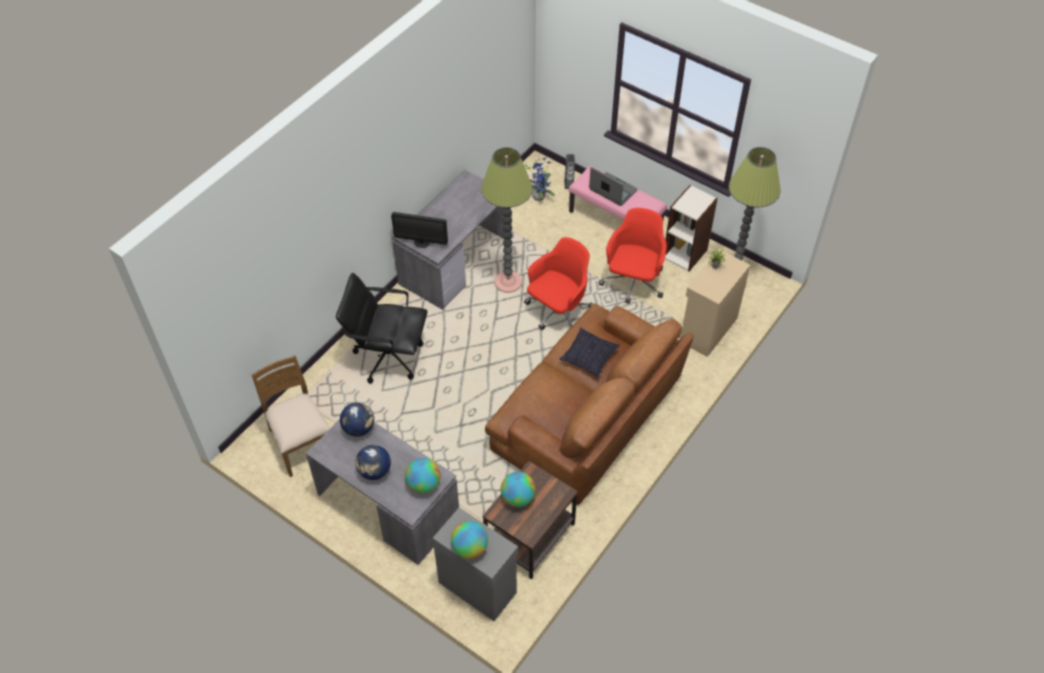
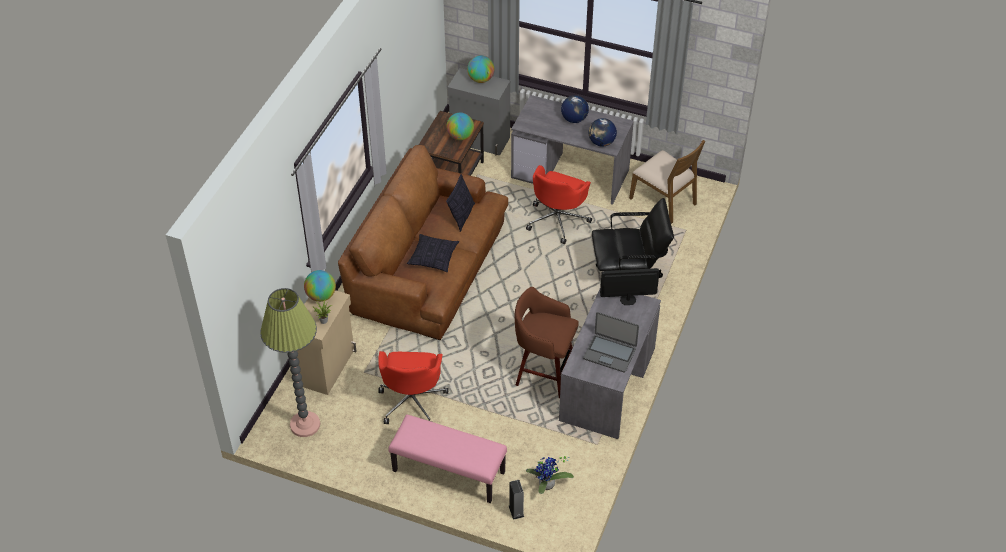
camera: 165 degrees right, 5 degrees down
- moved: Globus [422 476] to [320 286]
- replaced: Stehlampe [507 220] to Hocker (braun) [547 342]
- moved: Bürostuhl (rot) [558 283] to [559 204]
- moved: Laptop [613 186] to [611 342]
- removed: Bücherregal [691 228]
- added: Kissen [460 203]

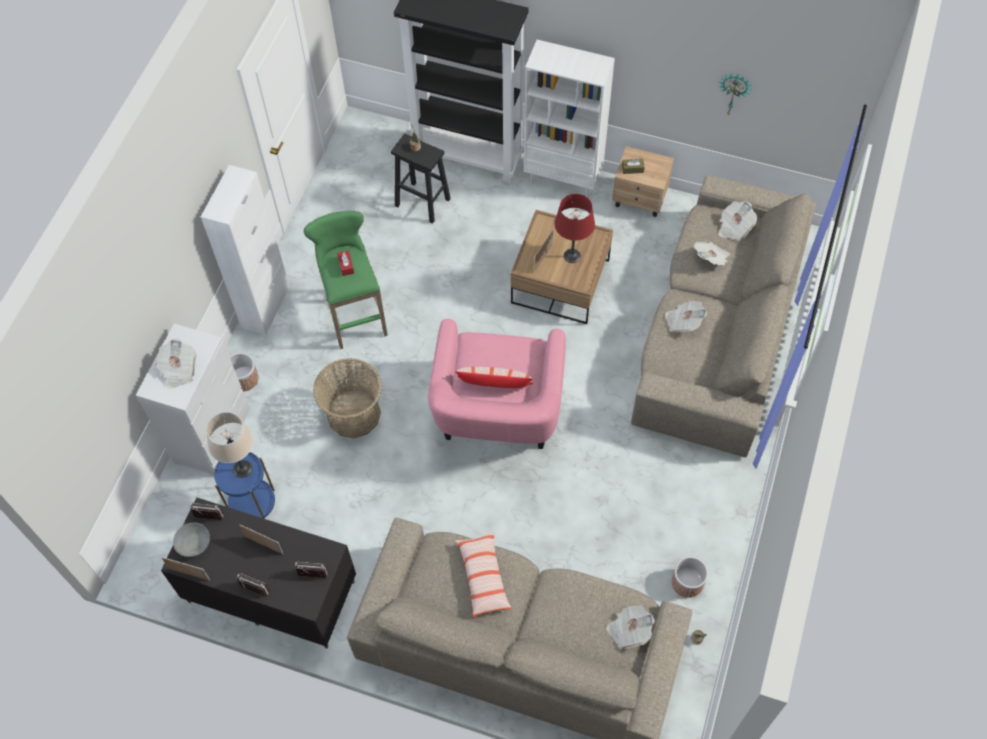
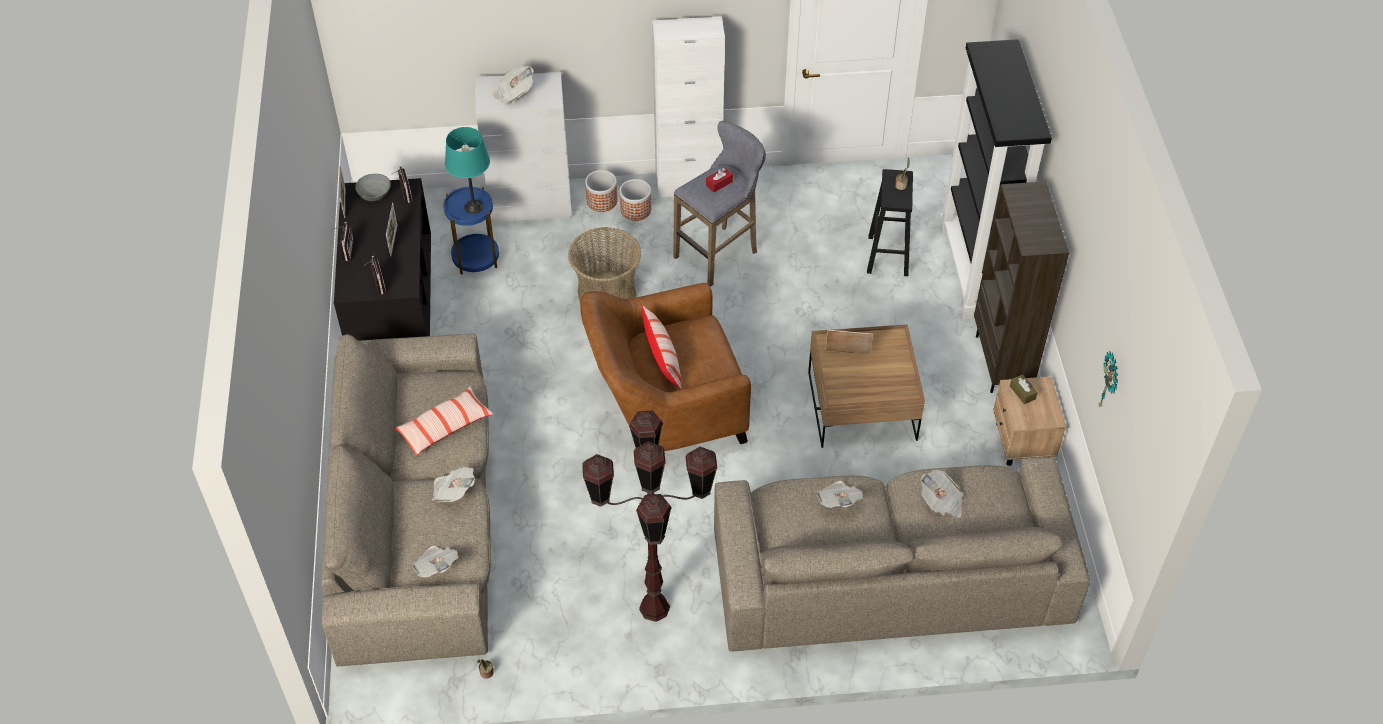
camera: 65 degrees right, 10 degrees down
- recoloured: Tischlampe (beige) [229 445] to Tischlampe (türkis) [467 170]
- recoloured: Hocker (grün) [346 280] to Hocker (grau) [719 204]
- recoloured: Sessel (rosa) [497 384] to Sessel (braun) [665 367]
- recoloured: Bücherregal (weiß) [569 118] to Bücherregal (braun) [1021 287]
- removed: Tischlampe (rot) [574 228]
- moved: Pflanzkübel [690 577] to [635 200]
- moved: Zeitung [737 221] to [453 484]
- added: Stehlampe (braun) [649 516]

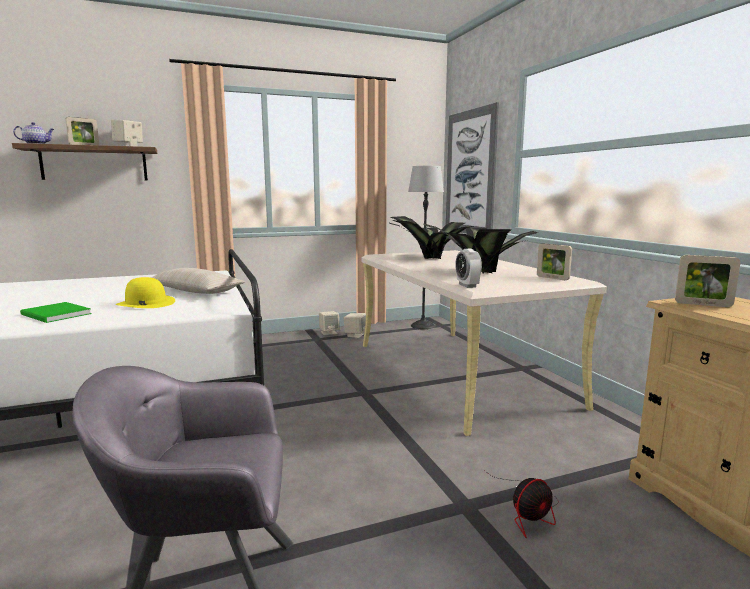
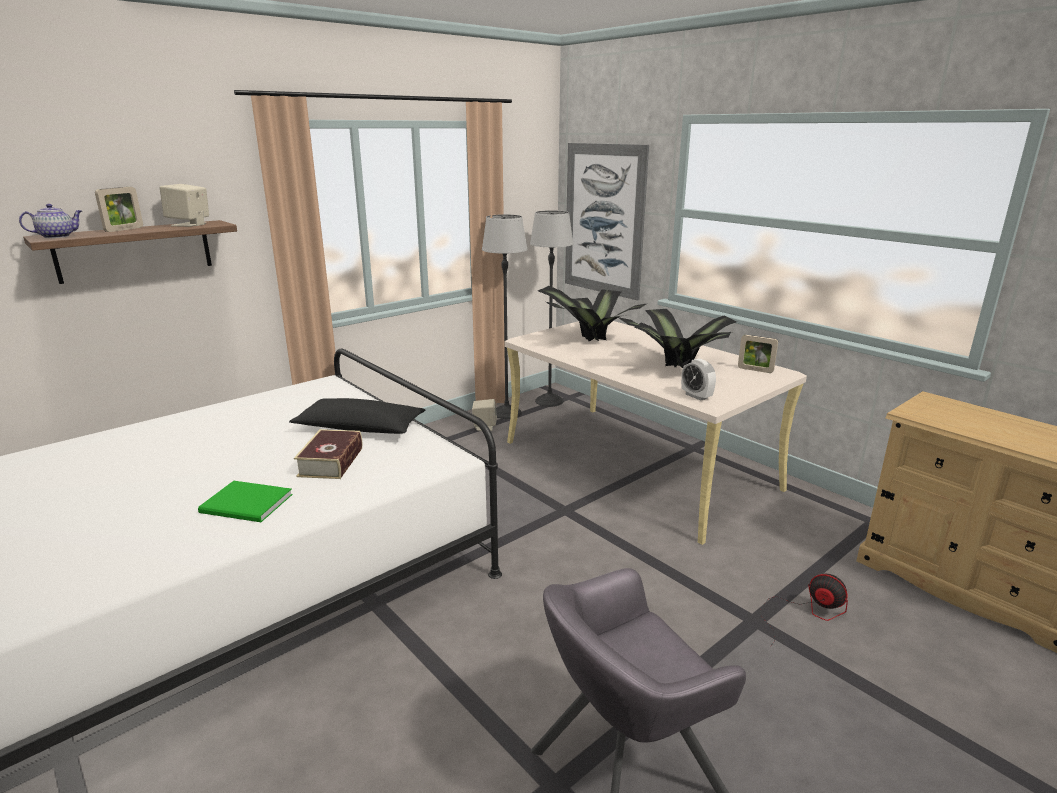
camera: 20 degrees left, 10 degrees up
- replaced: Hut (gelb) [145 292] to Buch [328 454]
- recoloured: Kissen (beige) [197 281] to Kissen (schwarz) [357 416]
- removed: Lautsprecher (beige) [329 323]
- turned: Ventilator [522 504] = [804 610] 90 degrees counterclockwise
- removed: Bilderrahmen [708 281]
- added: Stehlampe [505 316]

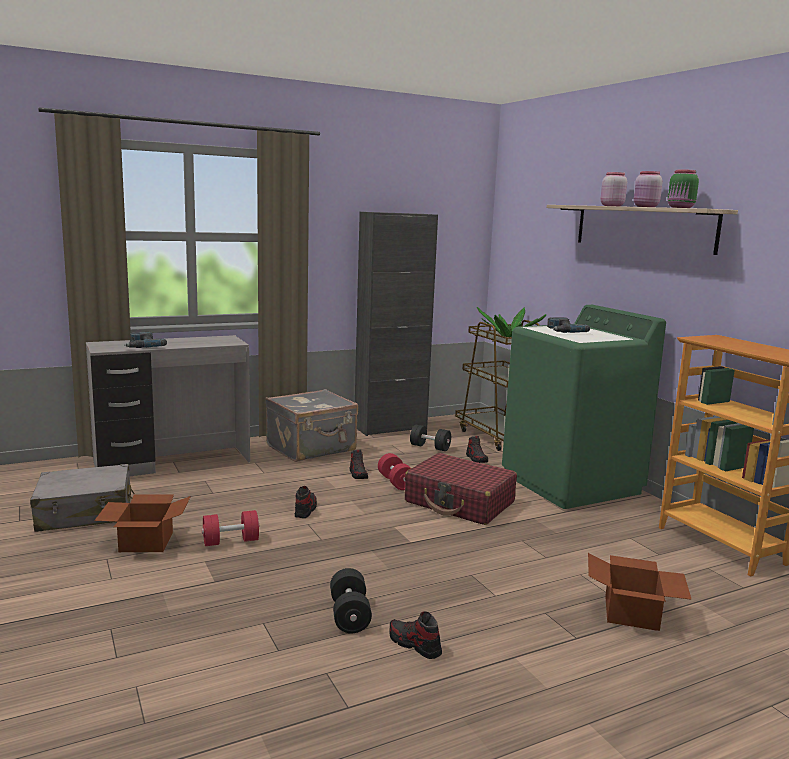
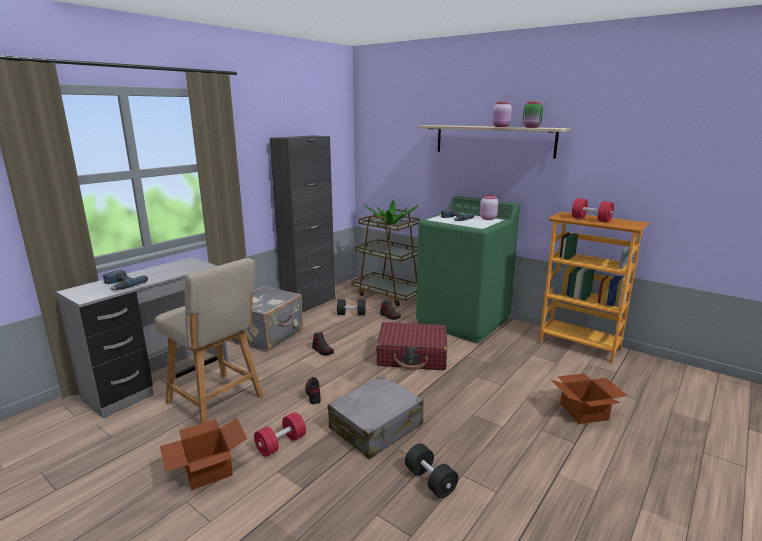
camera: 25 degrees left, 5 degrees up
- moved: Koffer (grau) [82 498] to [376 417]
- moved: Hantel (rot) [394 471] to [593 210]
- removed: Schuh [415 635]
- moved: Vorratsglas (rosa) [613 189] to [489 207]
- added: Stuhl (beige) [209 341]

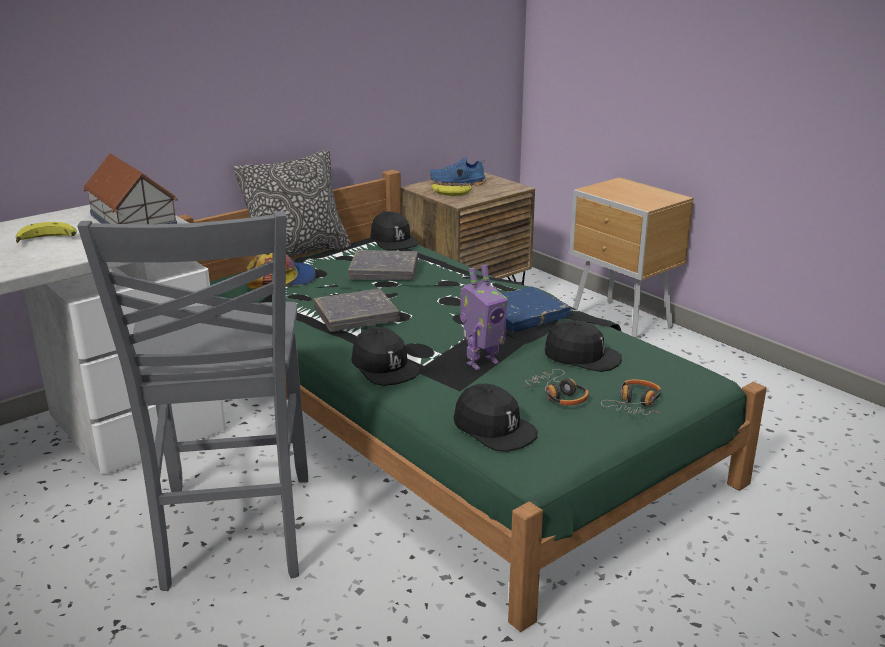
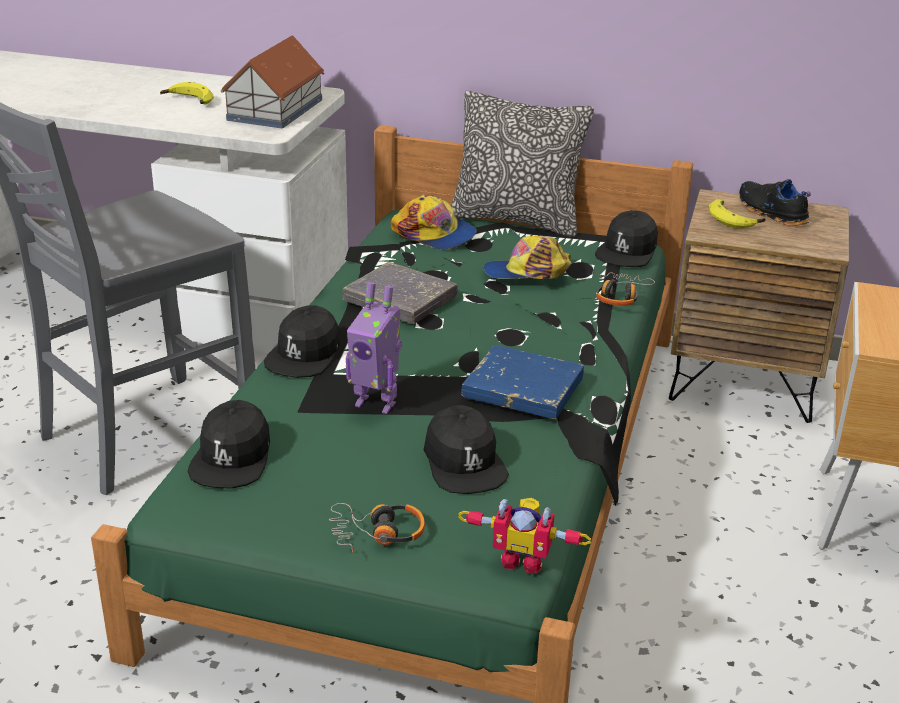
camera: 55 degrees right, 5 degrees up
- replaced: Buch (grau) [383 265] to Kappe [527 257]
- recoloured: Schuh (blau) [457 171] to Schuh (schwarz) [775 202]
- moved: Kopfhörer [556 387] to [625 289]
- added: Spielzeugroboter [524 536]

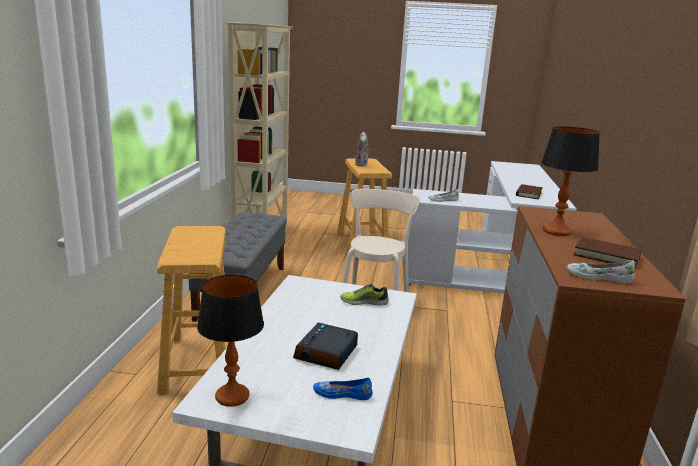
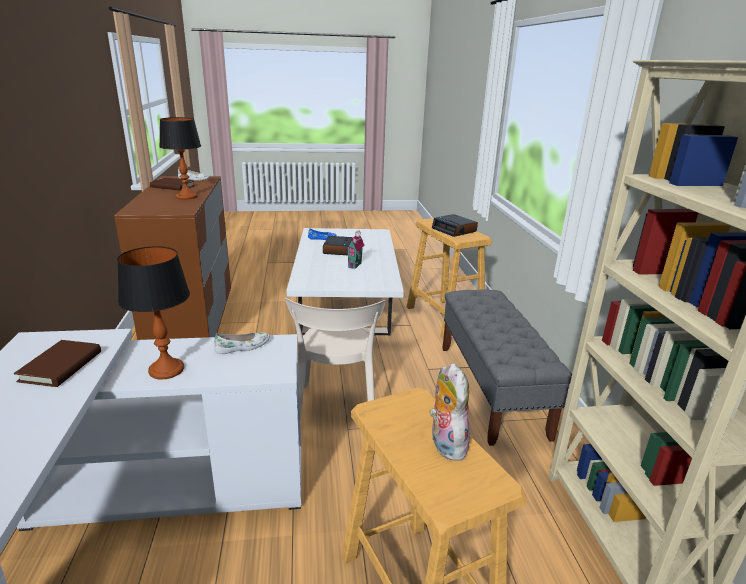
camera: 165 degrees right, 5 degrees up
- moved: Tischlampe [230 341] to [153 312]
- removed: Schuh [364 294]
- added: Spielzeughaus [355 249]
- added: Wecker [455 225]

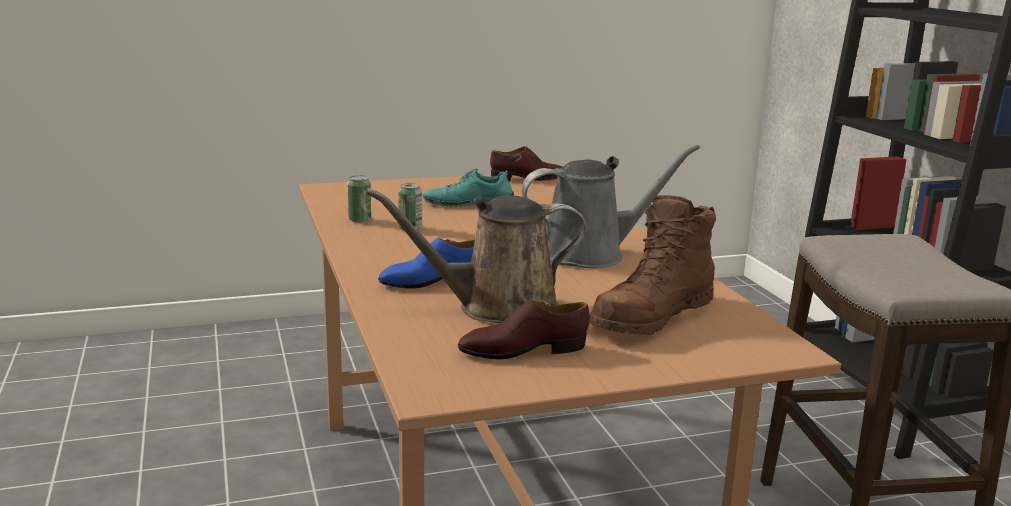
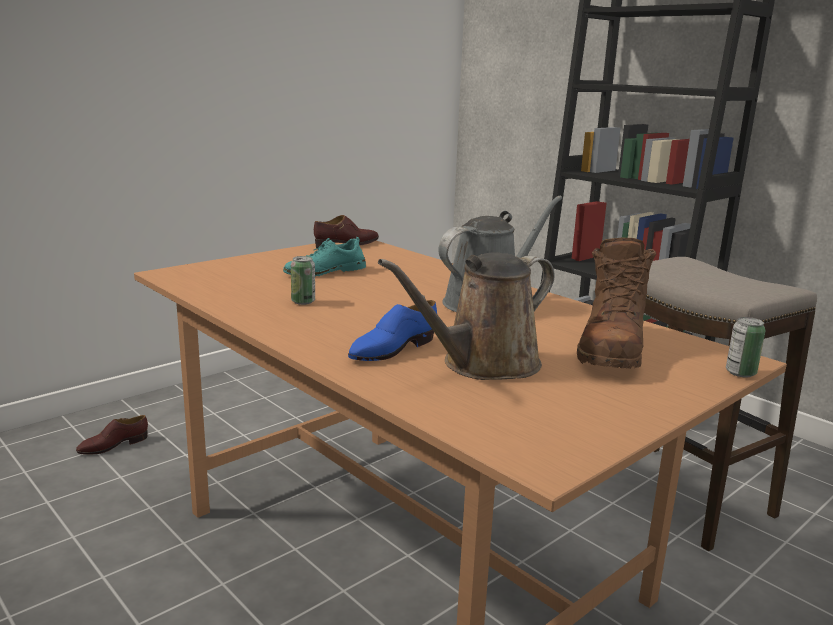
camera: 25 degrees left, 0 degrees up
- moved: Dose [359 199] to [746 347]
- moved: Schuh (braun) [524 329] to [112 435]

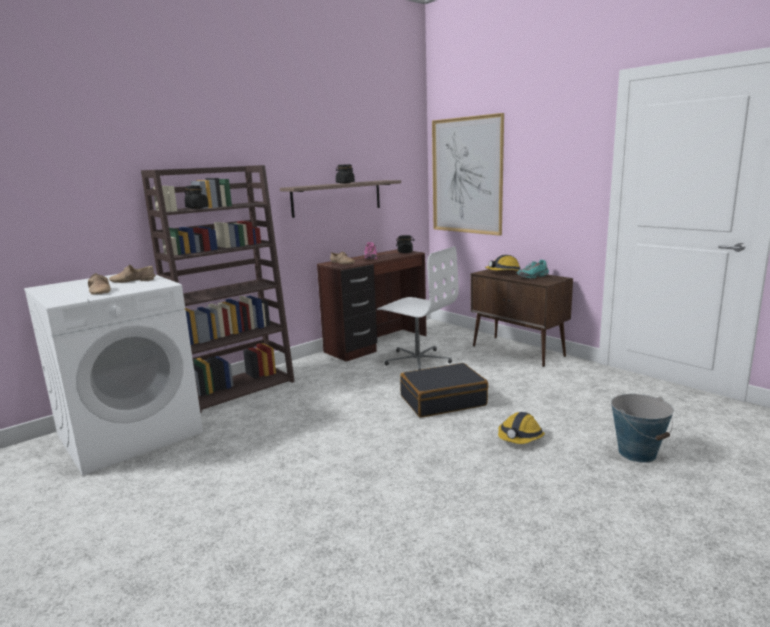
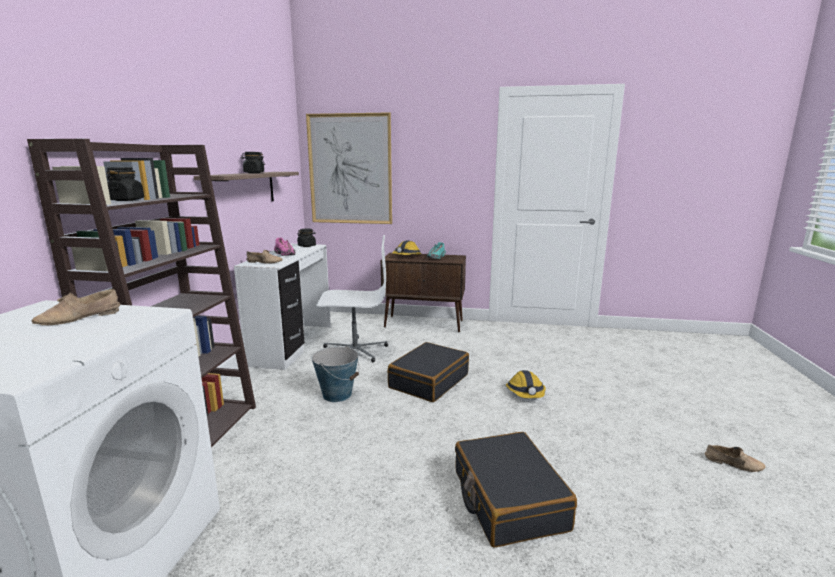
camera: 40 degrees left, 0 degrees up
- moved: Schuh (beige) [99 284] to [735 458]
- recoloured: Schreibtisch (braun) [372 305] to Schreibtisch (weiß) [282 307]
- moved: Eimer [642 428] to [335 374]
- added: Koffer (schwarz) [516 490]

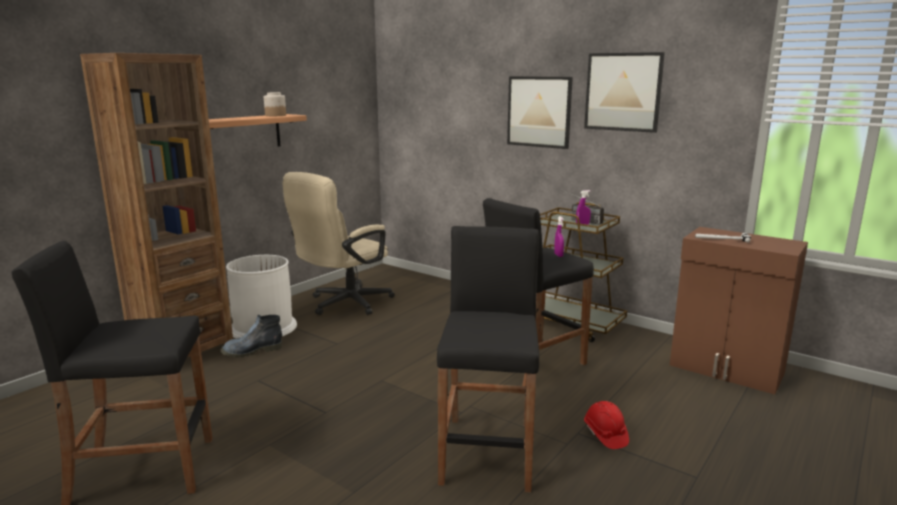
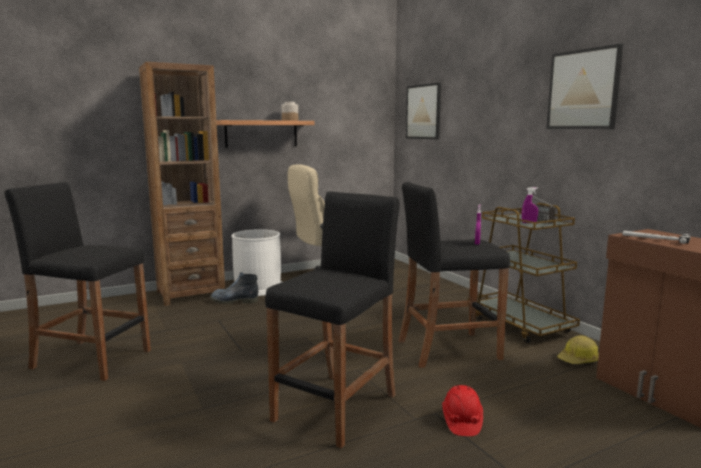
camera: 25 degrees right, 5 degrees down
- moved: Bild [540 112] to [423 111]
- added: Schutzhelm [578 349]

